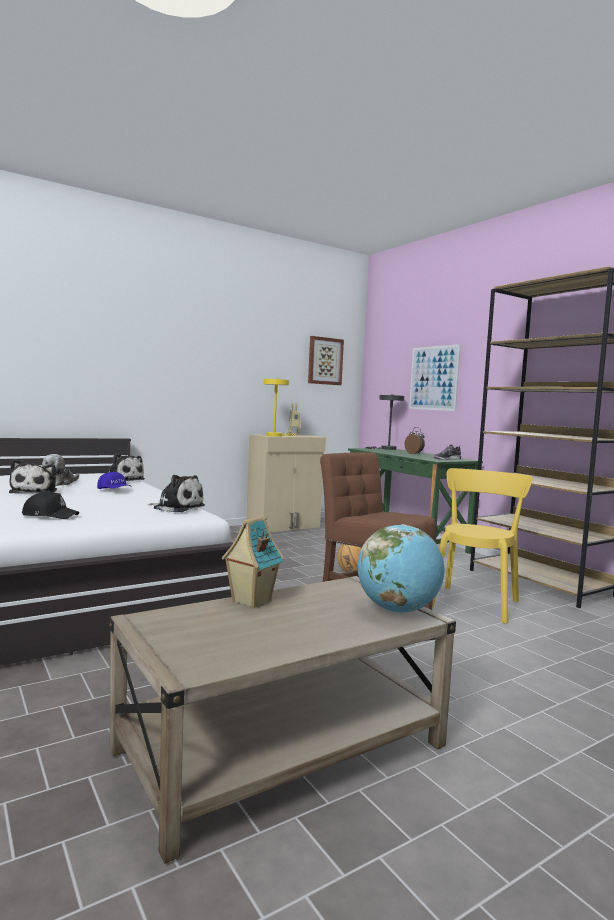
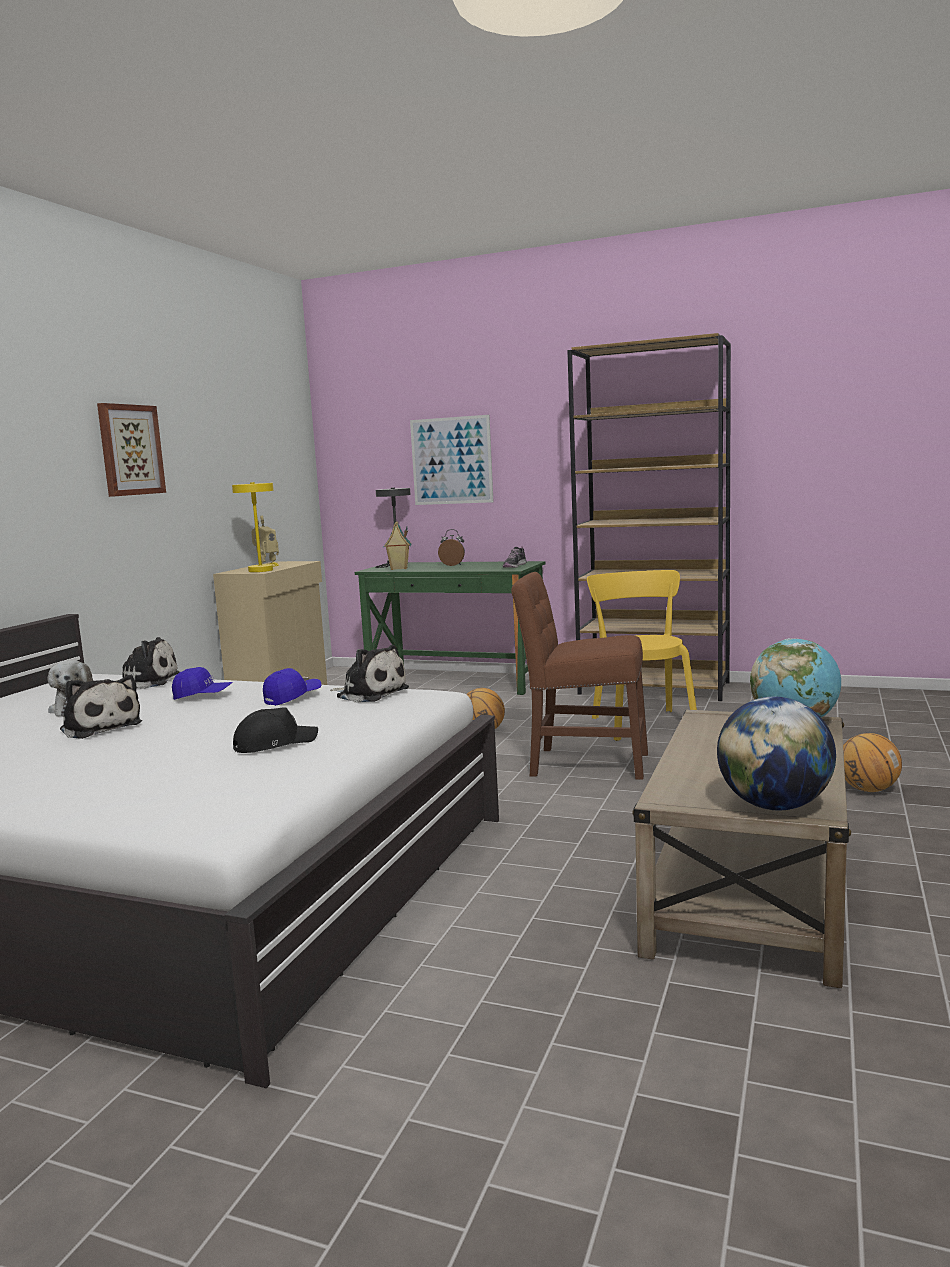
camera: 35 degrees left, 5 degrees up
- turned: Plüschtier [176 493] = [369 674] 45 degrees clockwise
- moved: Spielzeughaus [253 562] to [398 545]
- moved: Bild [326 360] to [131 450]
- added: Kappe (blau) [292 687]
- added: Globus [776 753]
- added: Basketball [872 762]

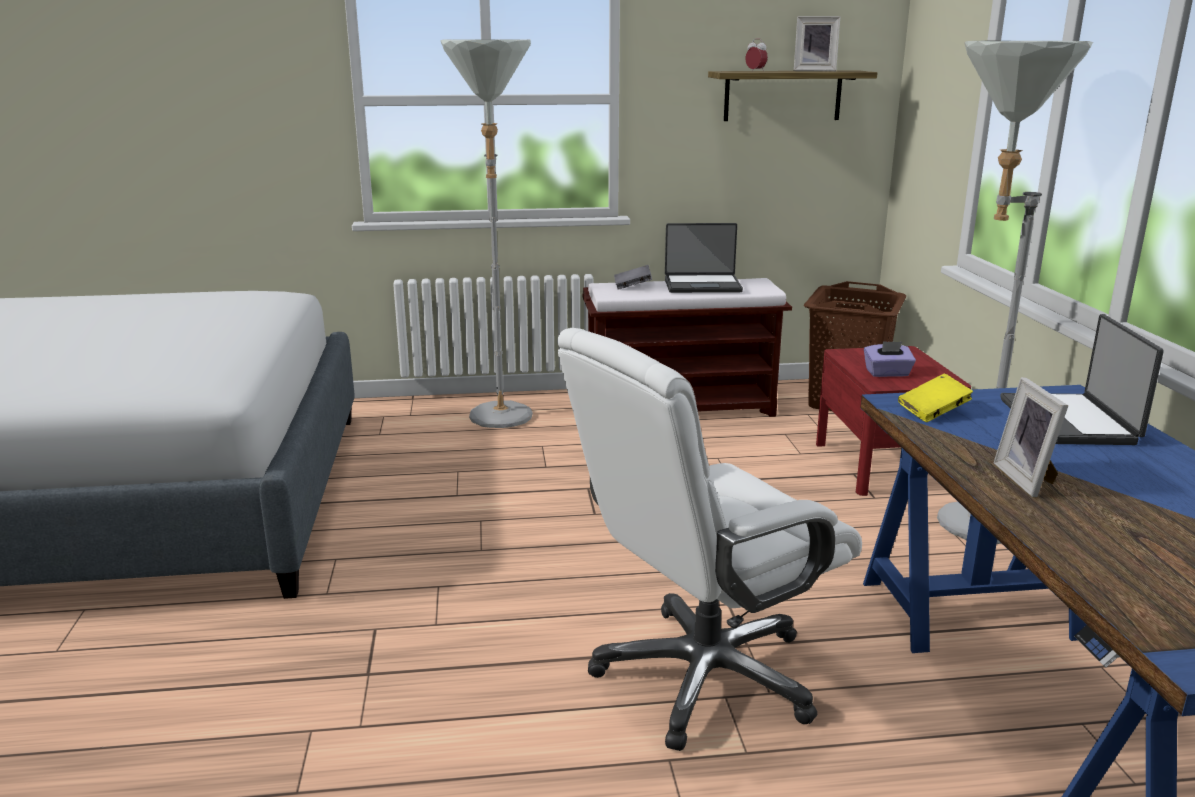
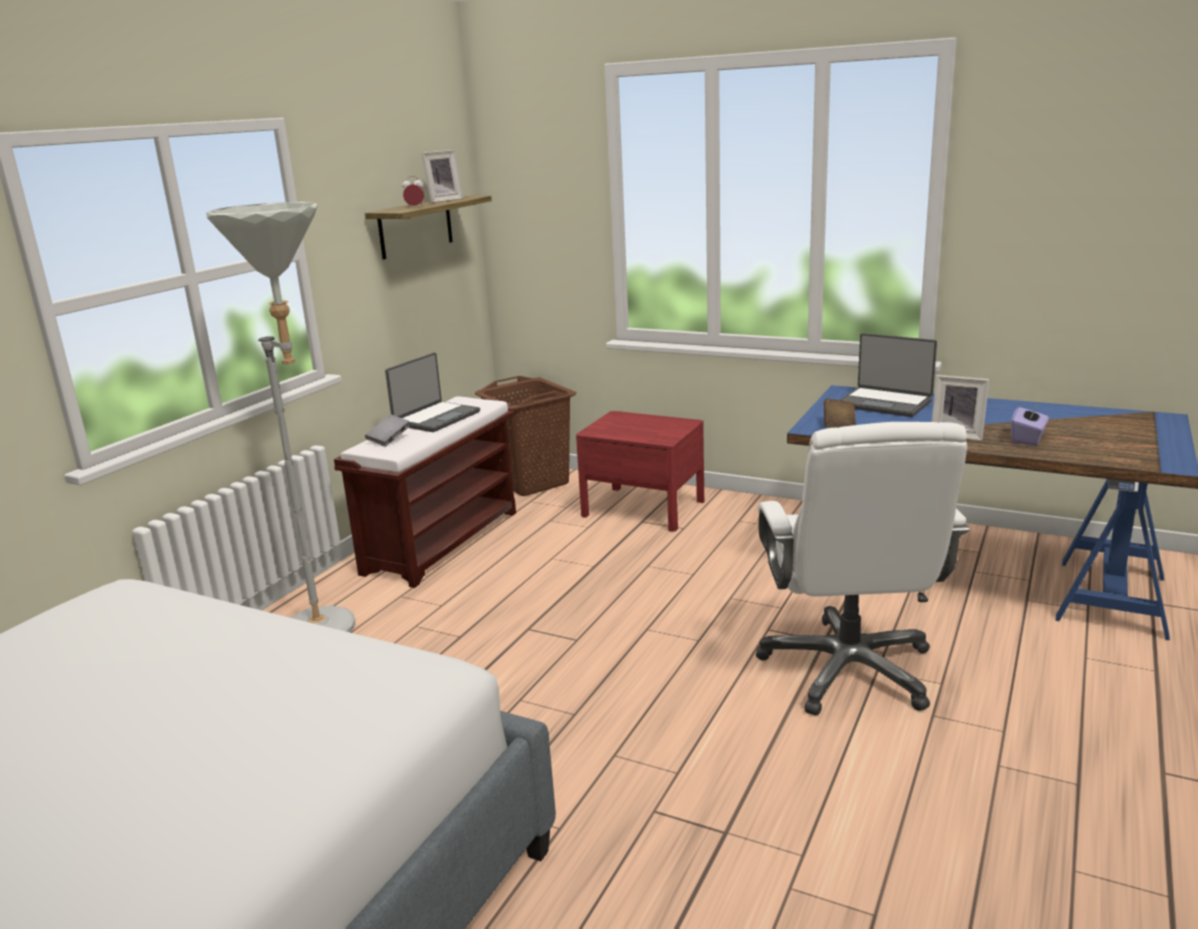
camera: 55 degrees left, 0 degrees up
- moved: Taschentuchbox (lila) [890 359] to [1030 424]
- recoloured: Buch (gelb) [935 397] to Buch (braun) [840 413]
- removed: Stehlampe (grau) [1015 292]

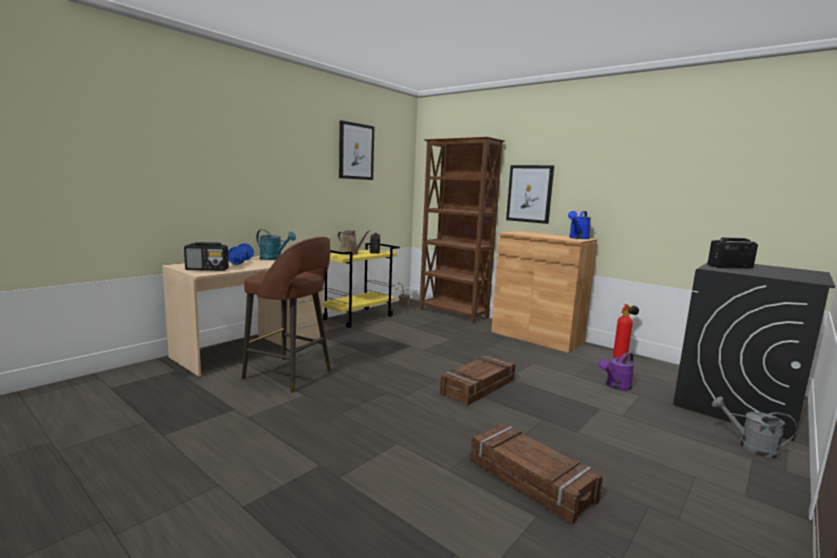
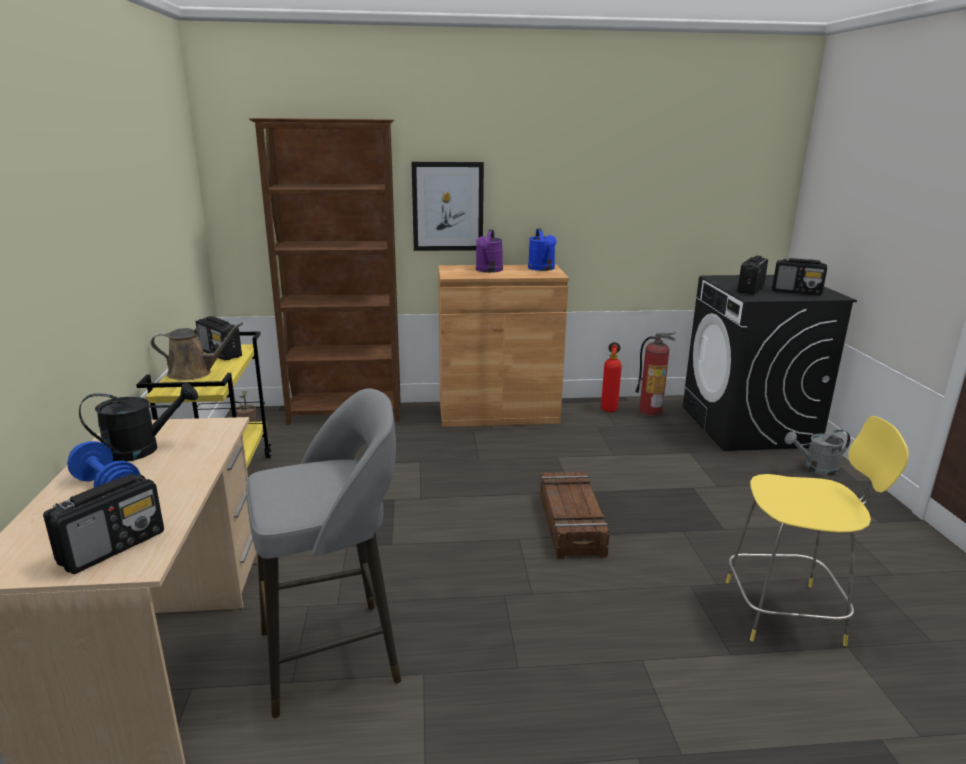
camera: 45 degrees left, 10 degrees up
- recoloured: Hocker (braun) [286 315] to Hocker (grau) [323 553]
- recoloured: Gießkanne (türkis) [276 244] to Gießkanne (schwarz) [138 422]
- removed: Bild [356 150]
- replaced: Kiste [536 473] to Hocker (gelb) [817 531]
- moved: Gießkanne (lila) [616 371] to [489 251]
- added: Feuerlöscher [656 374]
- added: Radio [799 276]

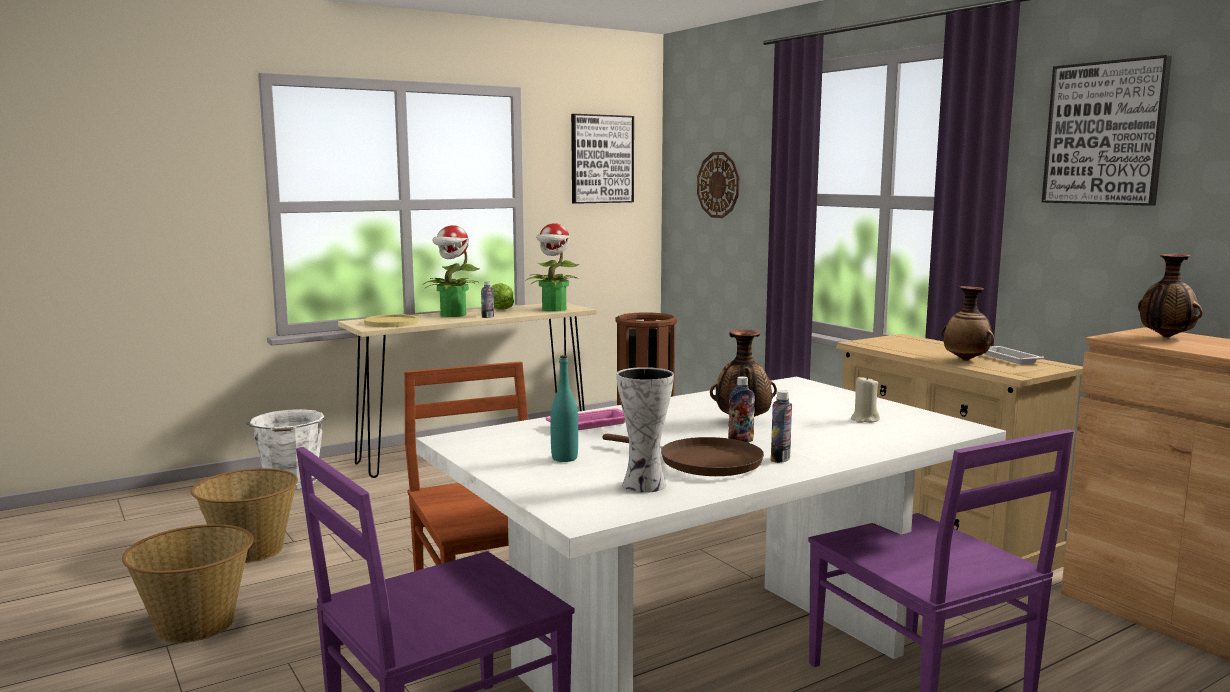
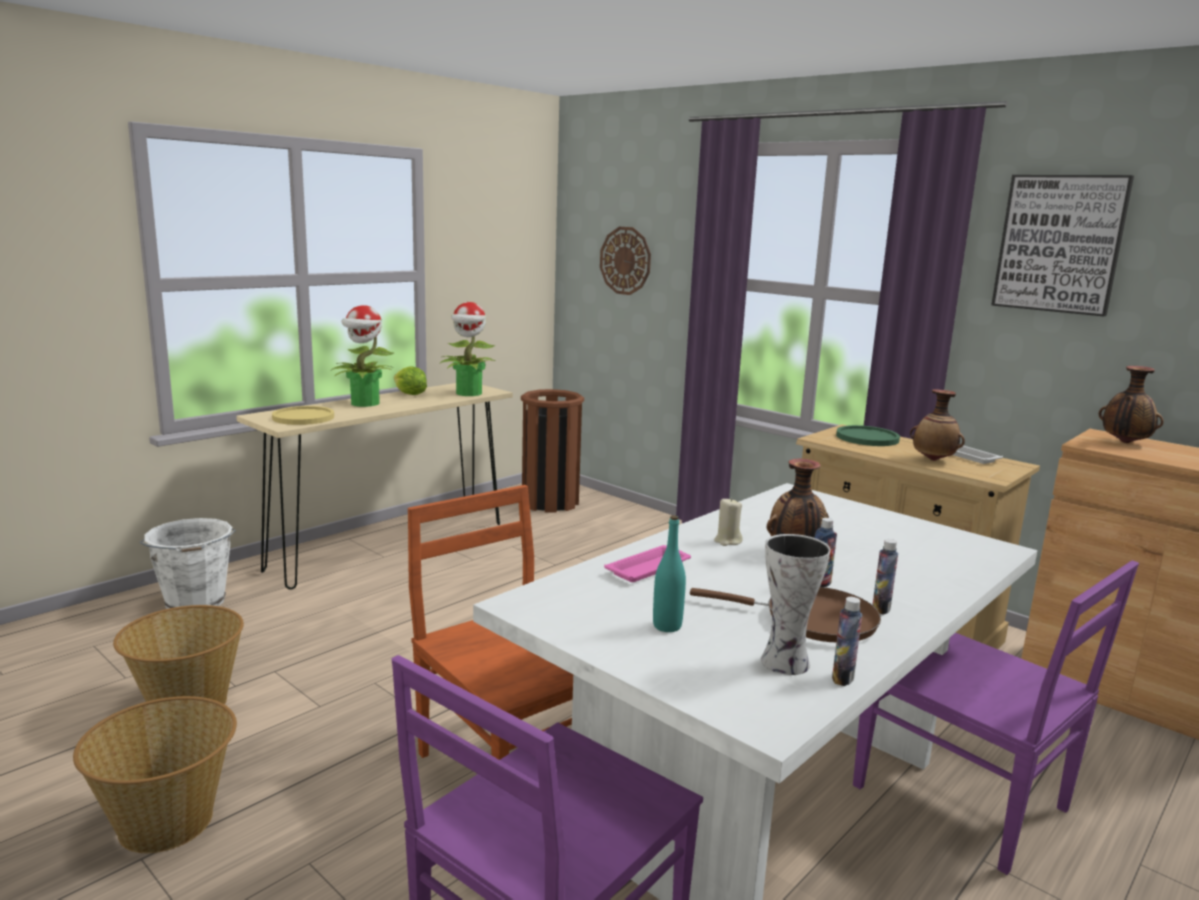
camera: 15 degrees left, 5 degrees up
- moved: Flasche [487 299] to [847 641]
- removed: Bild [602 159]
- moved: Kerze (beige) [865 399] to [728 522]
- added: Teller (grün) [868 435]

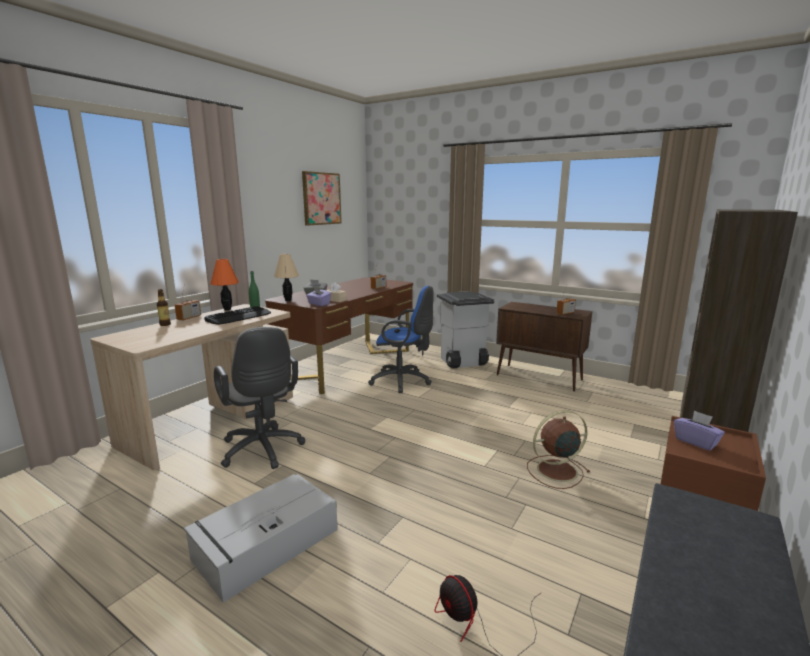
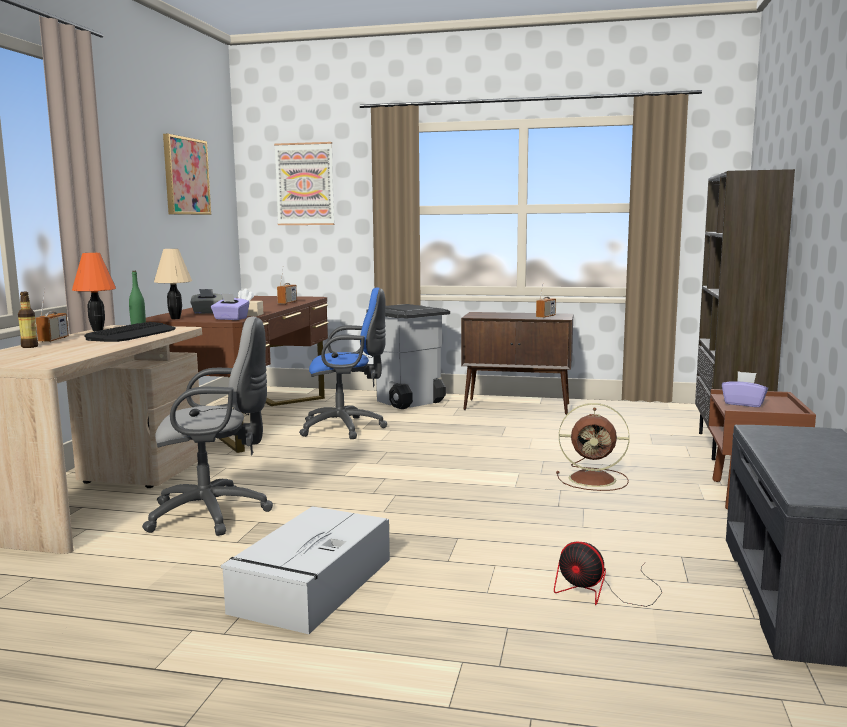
camera: 20 degrees left, 5 degrees down
- turned: Bürostuhl (grau) [259 398] = [207 426] 45 degrees counterclockwise
- turned: Ventilator (braun) [558 449] = [593 447] 135 degrees counterclockwise
- added: Bild [304 183]

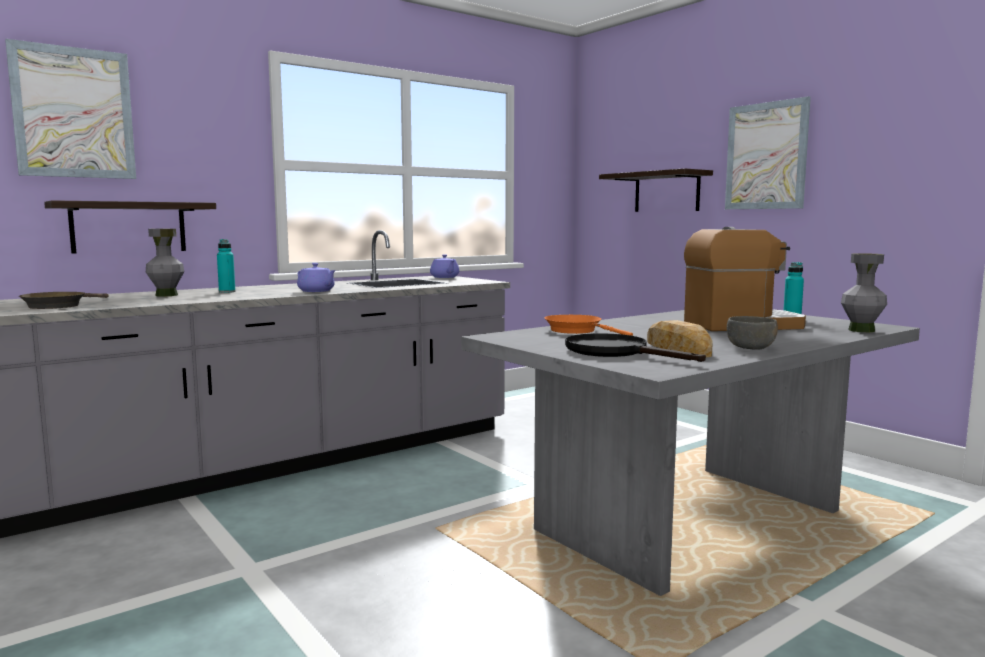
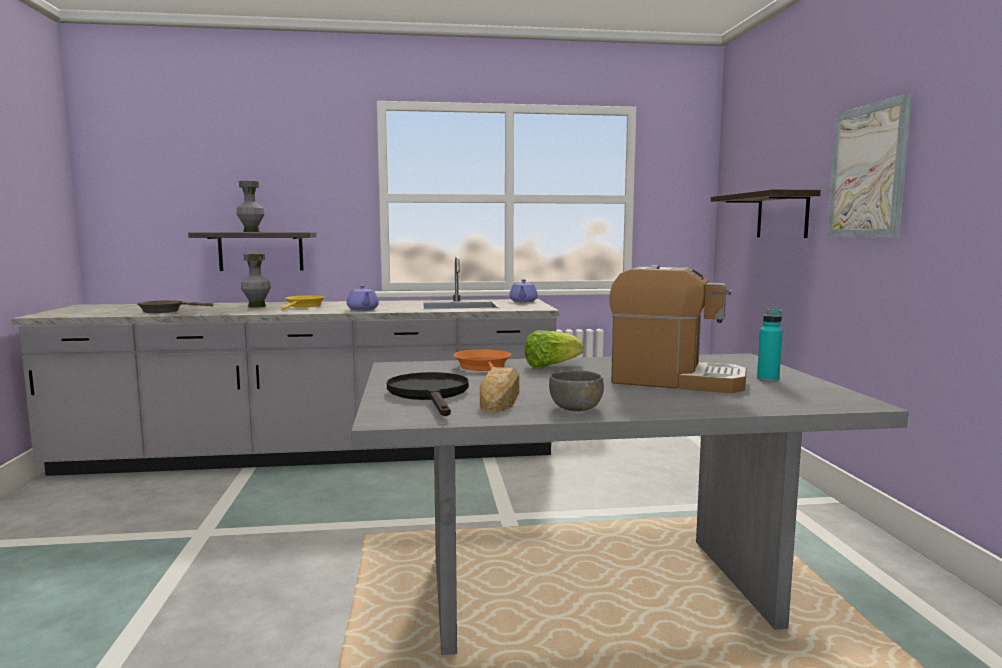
camera: 30 degrees right, 0 degrees up
- removed: Bild [70 109]
- replaced: Flasche (türkis) [226 266] to Pfanne (gelb) [303 302]
- moved: Vase (grau) [864 292] to [250 206]
- added: Salatkopf [554 348]

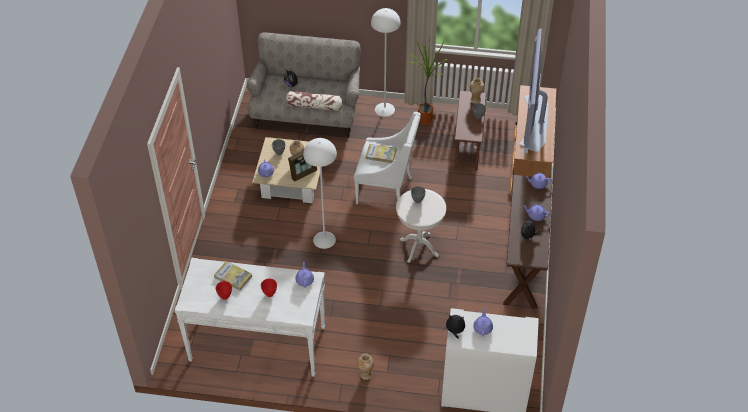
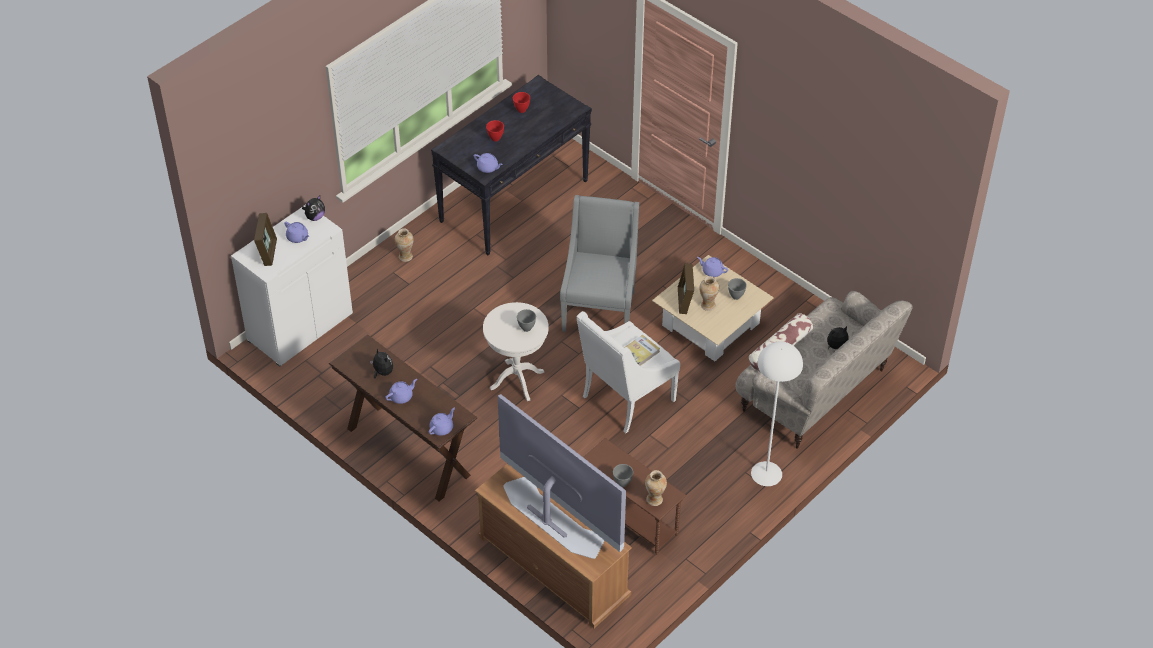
camera: 125 degrees right, 0 degrees up
- recoloured: Konsolentisch (weiß) [249 317] to Konsolentisch (schwarz) [511 165]
- removed: Buch [233 276]
- replaced: Stehlampe (weiß) [320 193] to Sessel (grau) [599 263]
- removed: Topfpflanze [428 81]
- added: Bilderrahmen [265 239]

